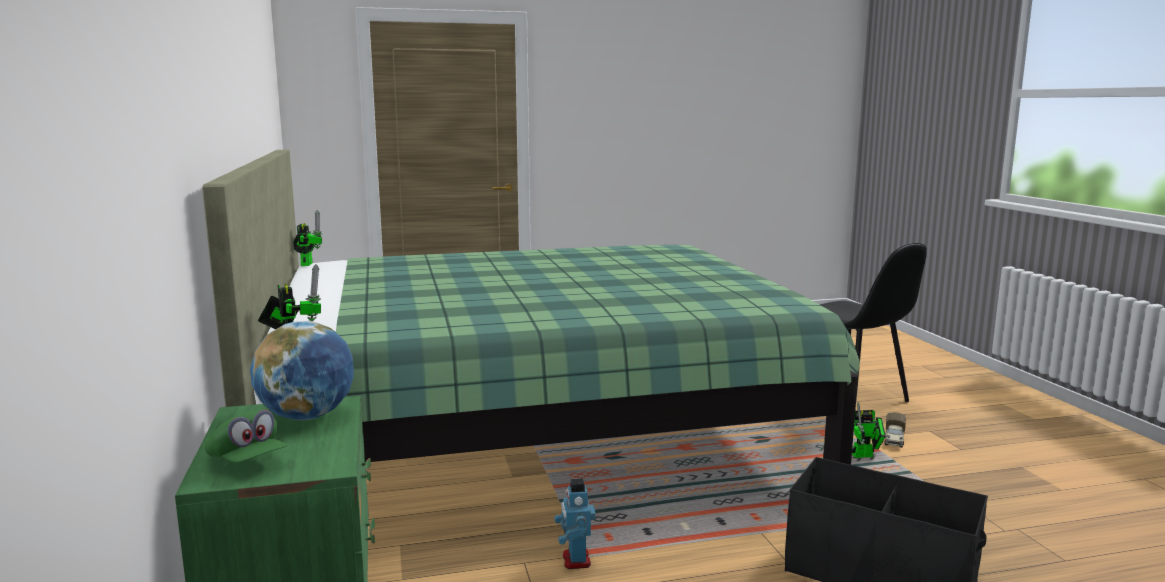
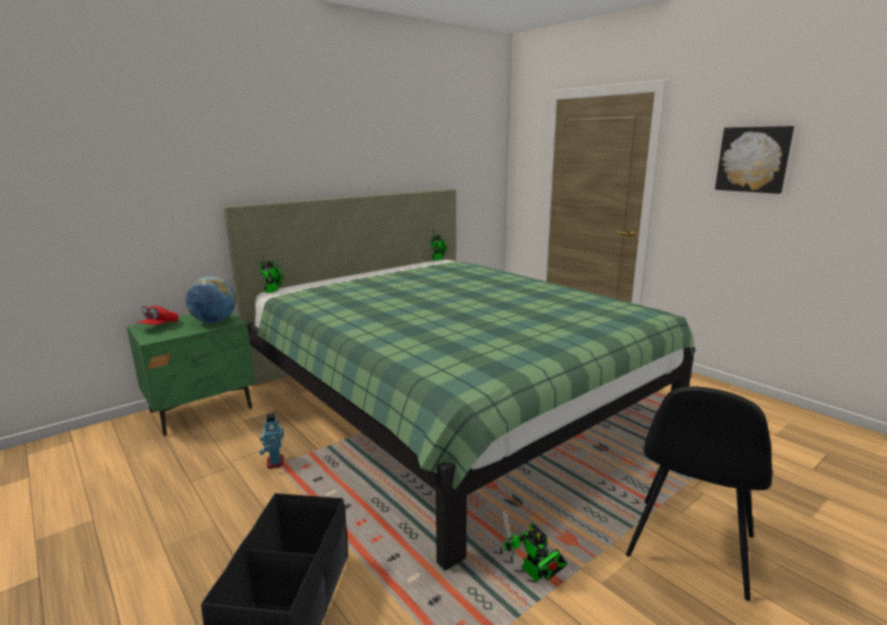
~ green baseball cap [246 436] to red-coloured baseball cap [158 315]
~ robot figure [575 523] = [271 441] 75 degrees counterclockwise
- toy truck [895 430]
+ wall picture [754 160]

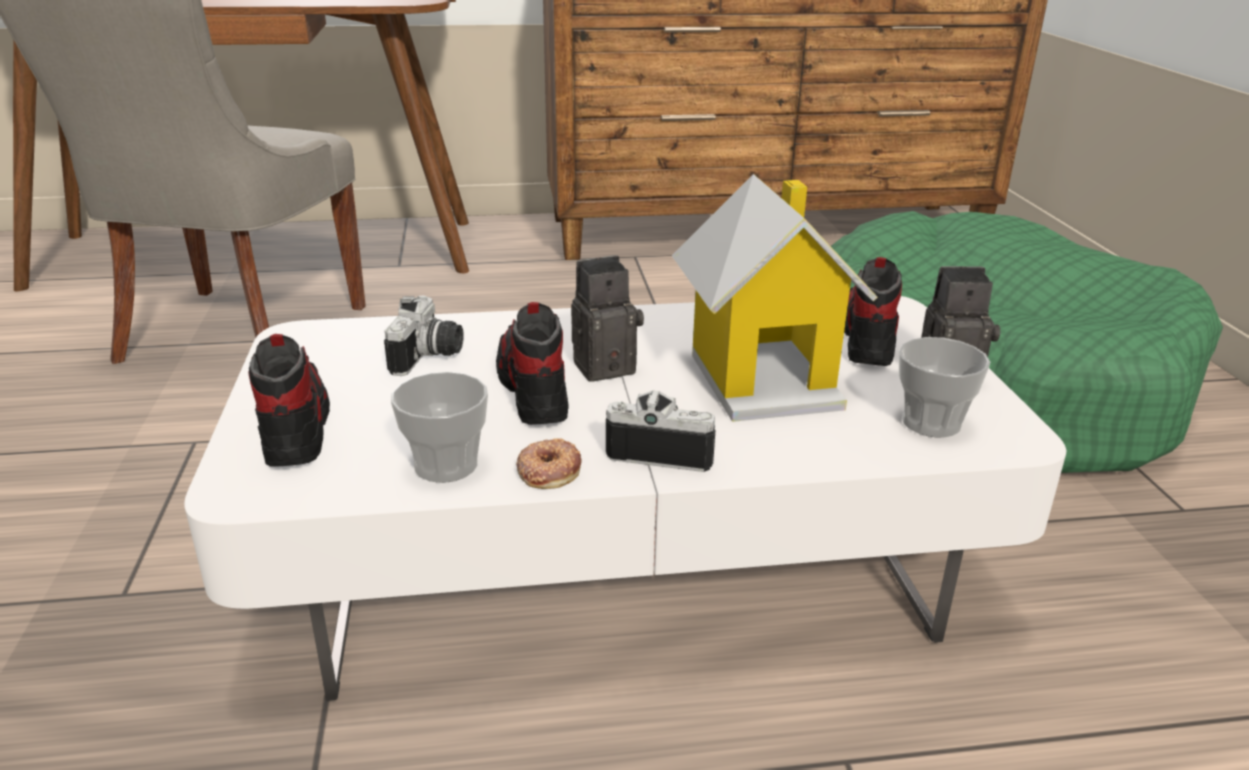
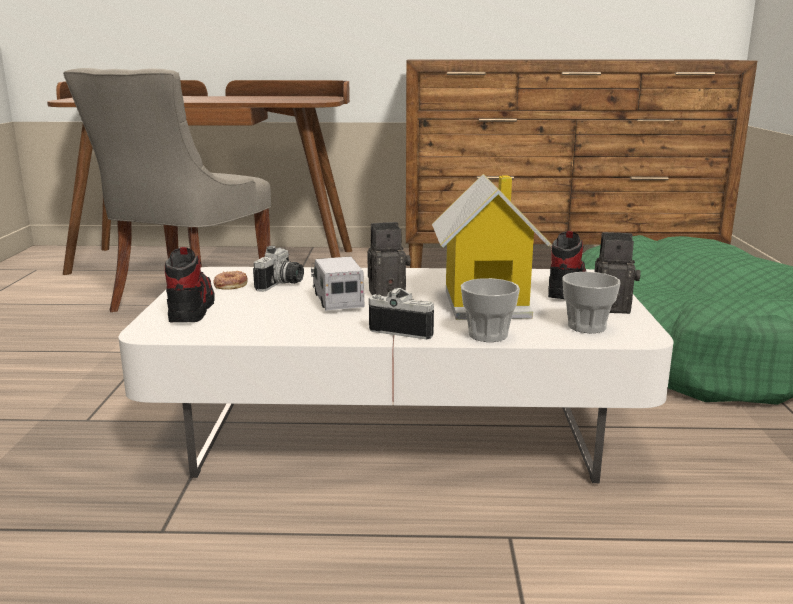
~ drinking cup [439 427] to [490 310]
~ shoe [532 363] to toy truck [338 283]
~ doughnut [549 463] to [230 280]

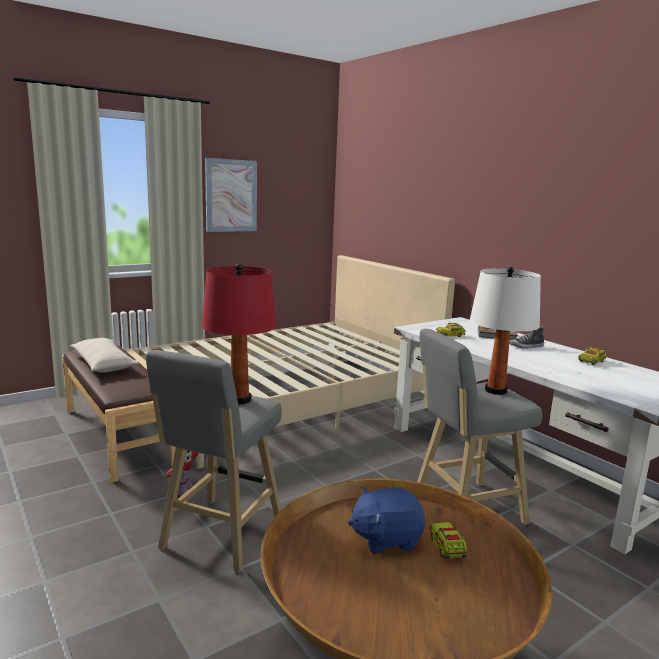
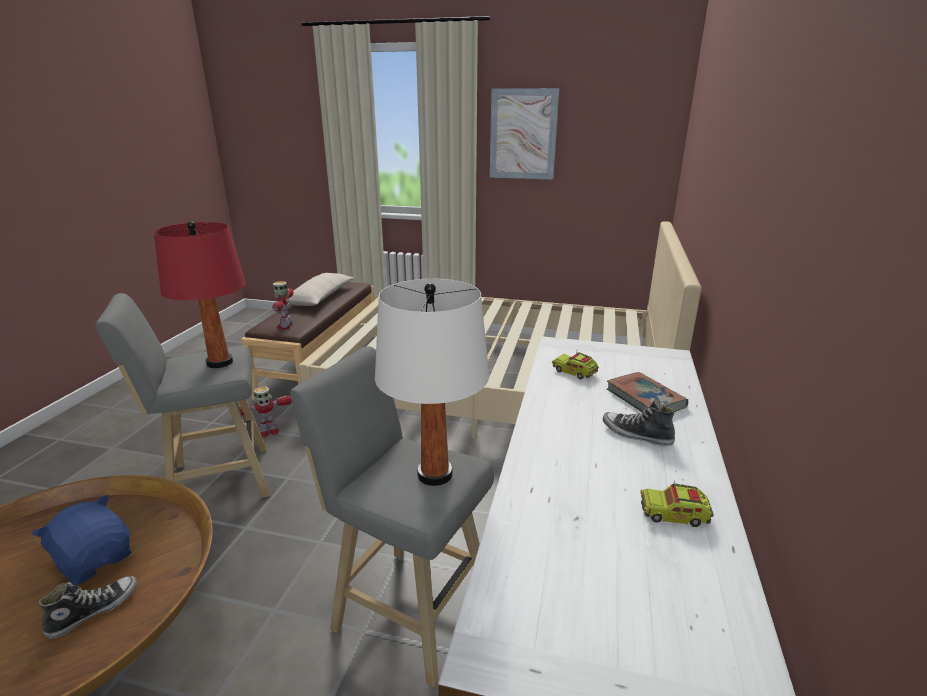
~ toy truck [448 540] to shoe [88 607]
+ robot figure [283 305]

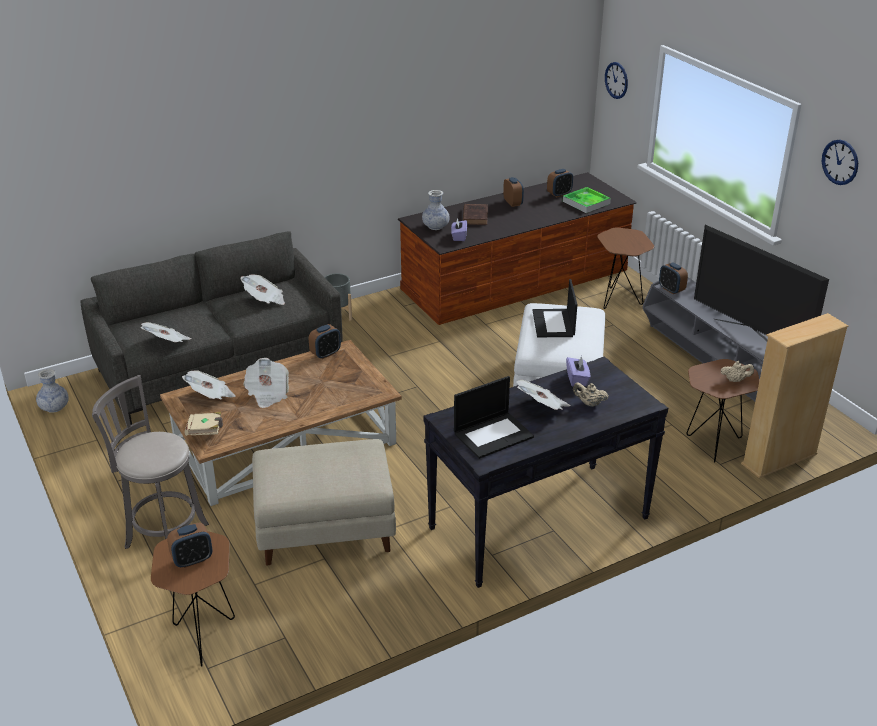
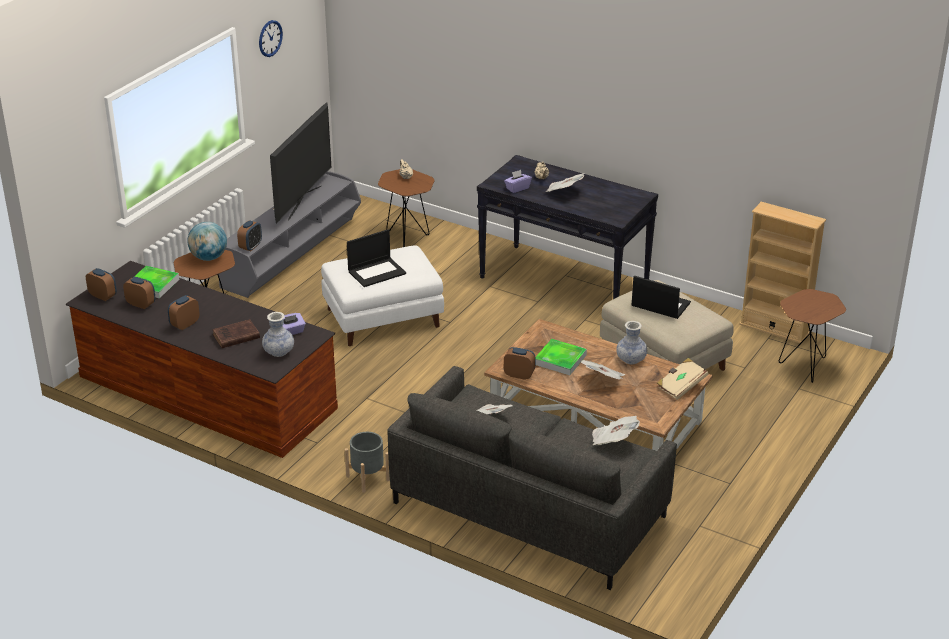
~ flower vase [52 391] to [631 342]
- greyish stool [150 462]
~ bedside clock [189 545] to [101 284]
- daily paper [209 384]
~ notebook computer [494 417] to [661 297]
- wall clock [616 80]
~ beige-coloured bookshelf [794 395] to [782 273]
+ desk globe [207 241]
+ carrying tray [561 357]

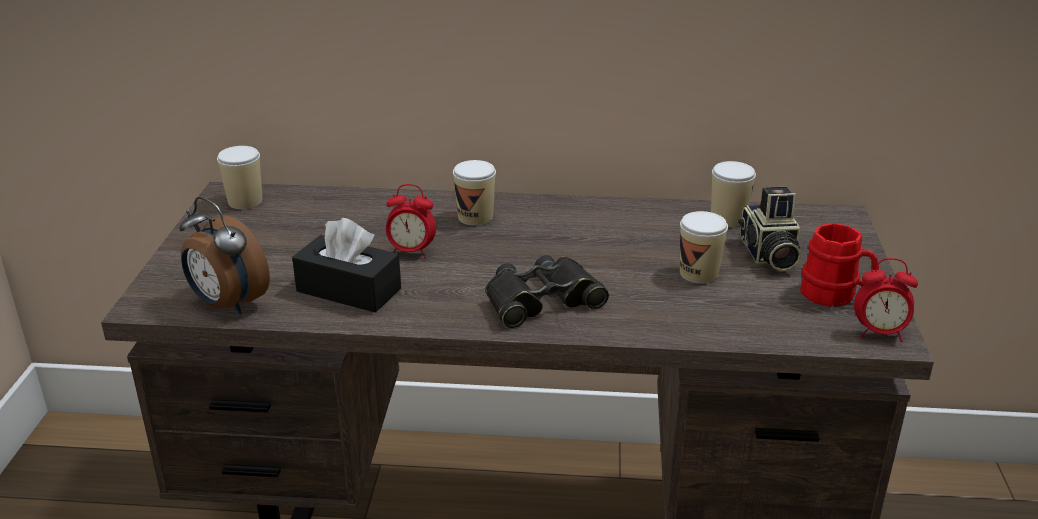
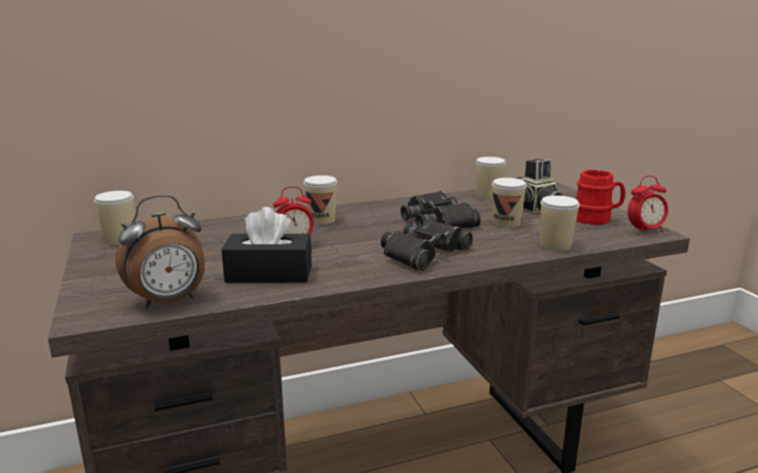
~ bedside clock [224 255] = [160 251] 45 degrees counterclockwise
+ black-coloured field glasses [440 209]
+ drinking cup [560 223]

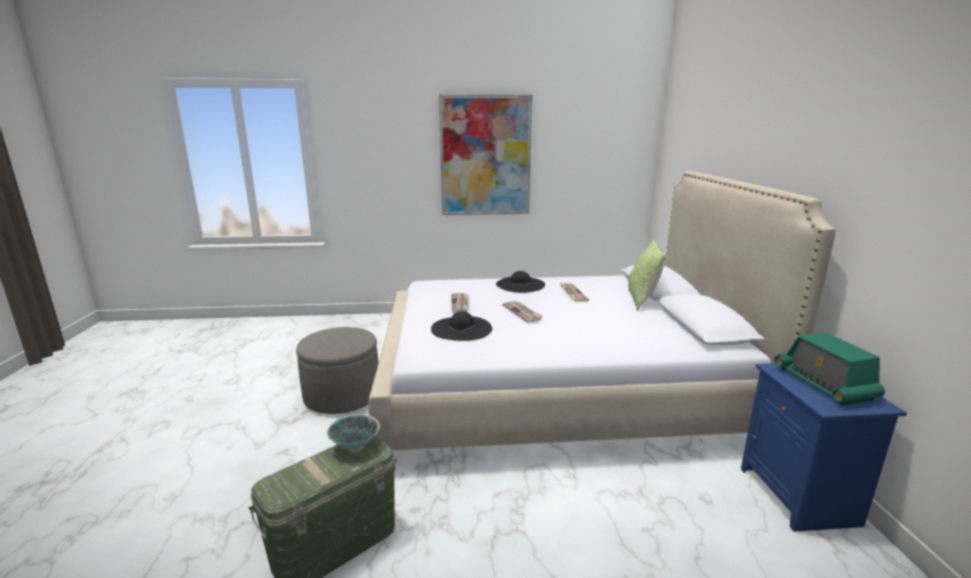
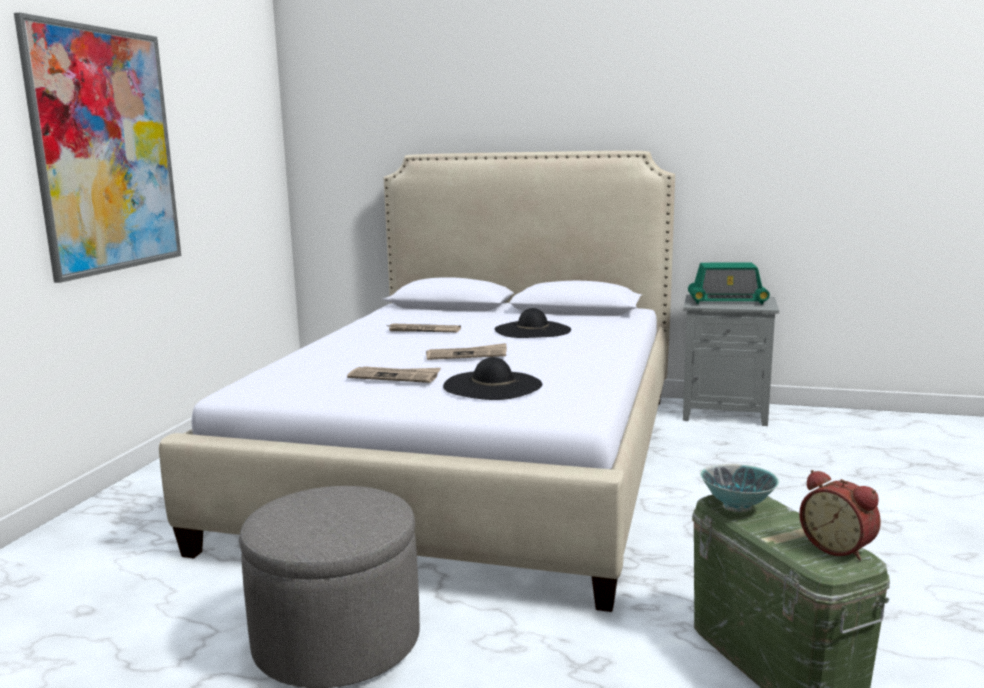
~ black-coloured wearable hat [520 282] to [532 323]
- throw pillow [647 275]
~ blue night table [824 447] to greyish night table [731 360]
+ bedside clock [840 515]

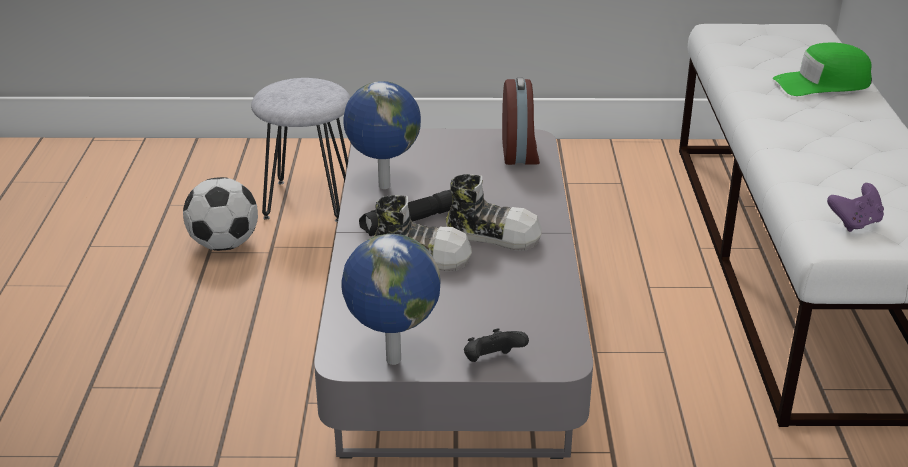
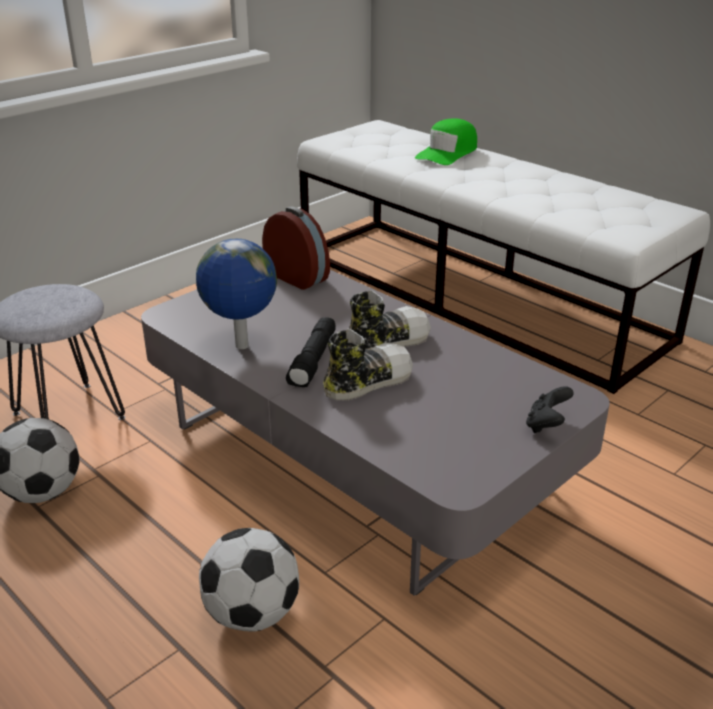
- desk globe [391 299]
- purplish joypad [855 207]
+ ball for football [249 580]

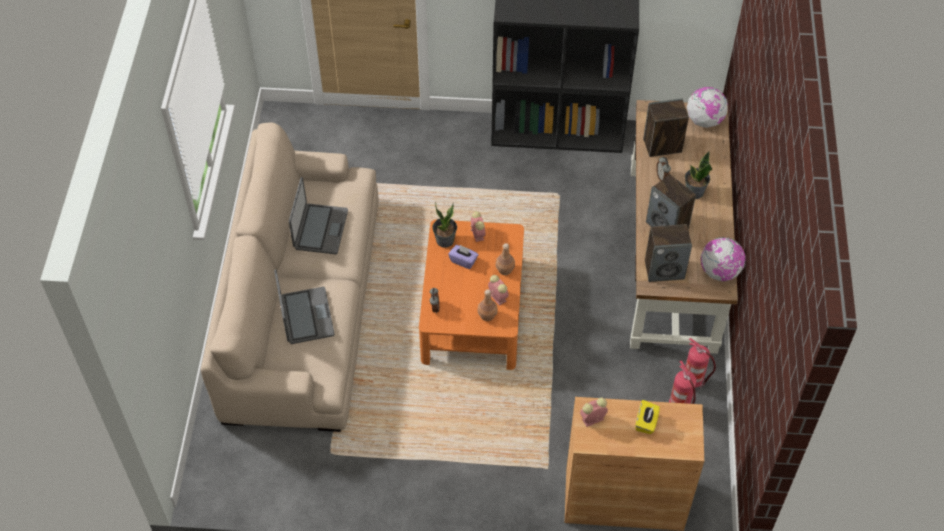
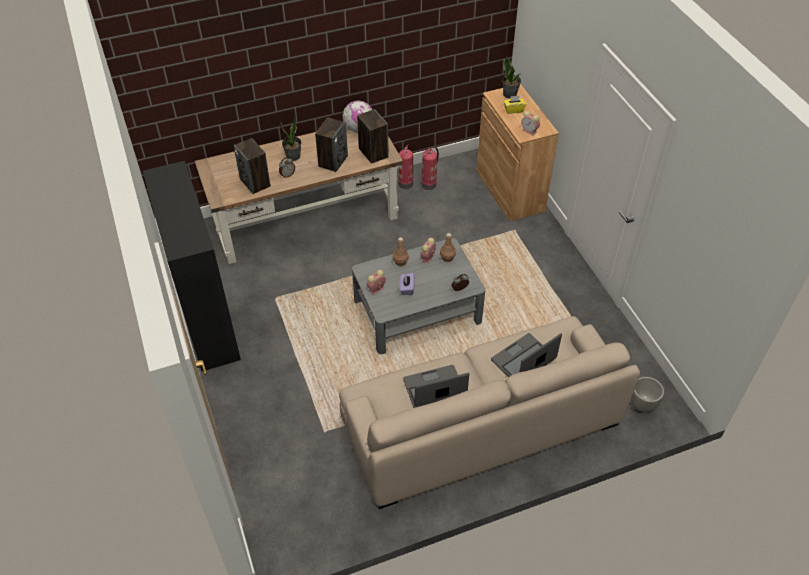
~ orangey coffee table [471 295] to greyish coffee table [419 296]
~ potted plant [444 225] to [511 77]
- desk globe [707 107]
+ flower pot [647 394]

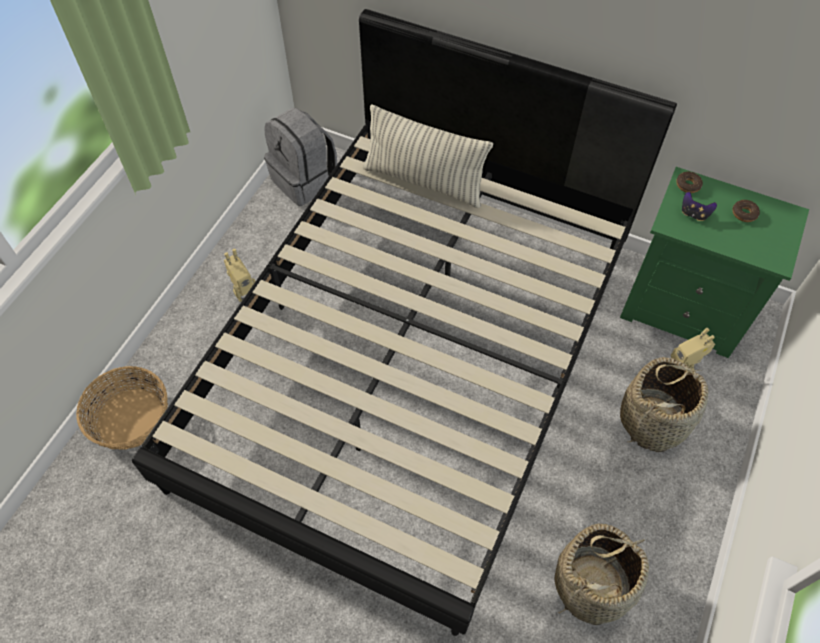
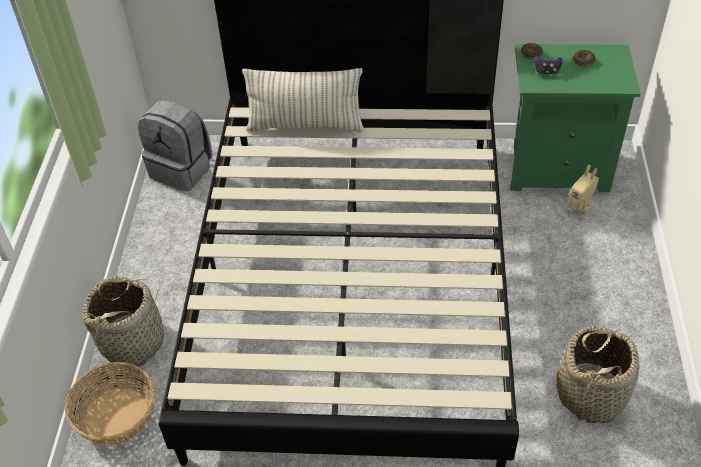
- robot figure [240 275]
~ household basket [664 404] to [123 321]

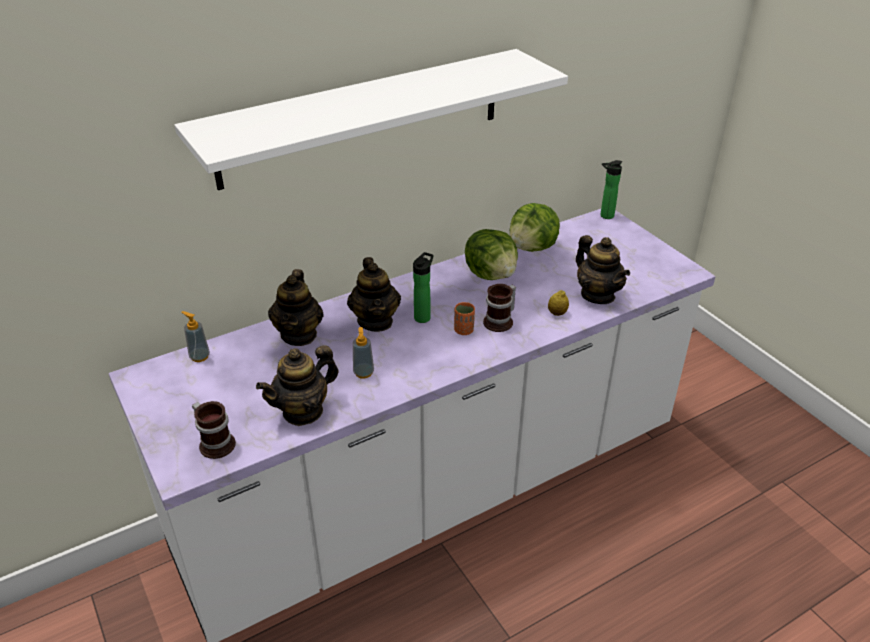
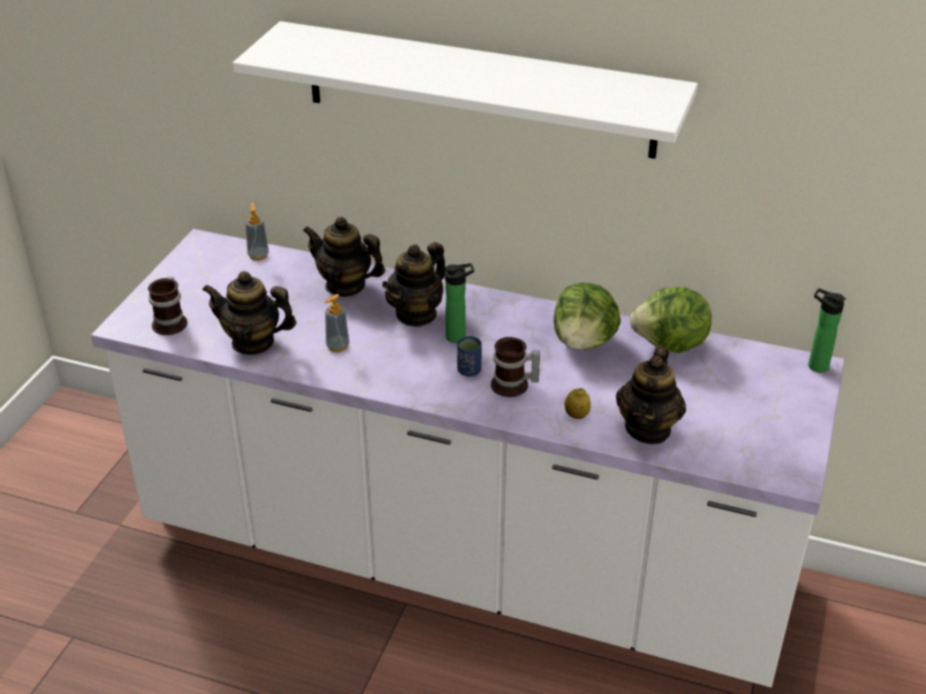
~ teapot [296 307] = [344 257] 60 degrees clockwise
~ orangey drinking cup [464 318] to blue drinking cup [469 356]

